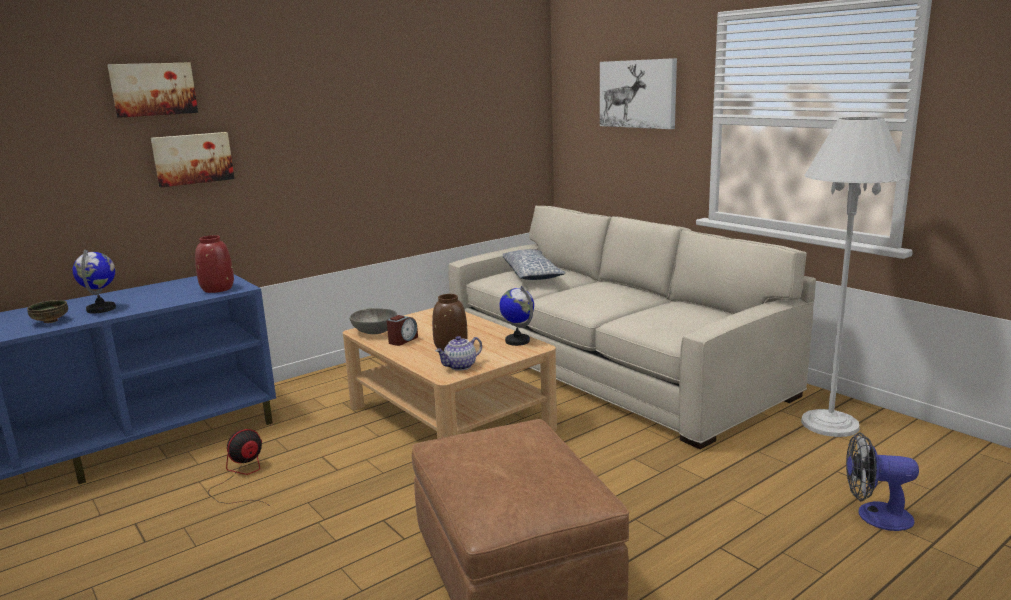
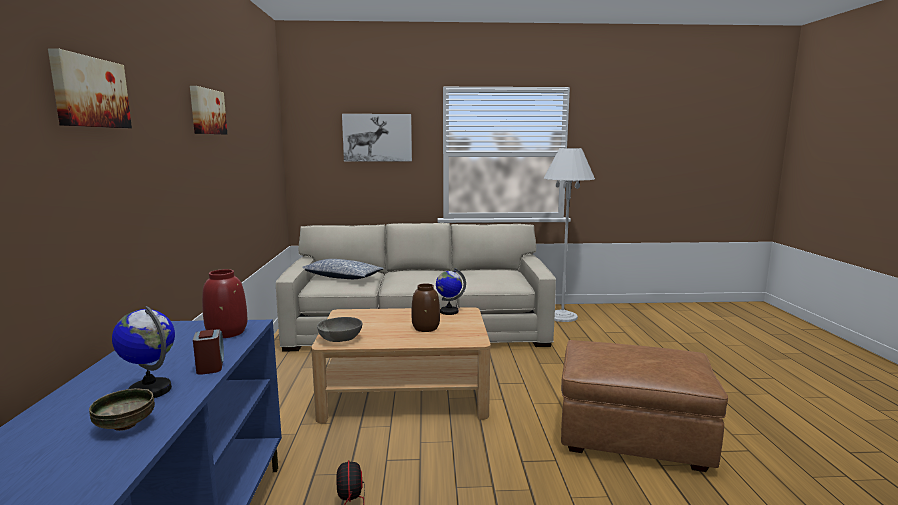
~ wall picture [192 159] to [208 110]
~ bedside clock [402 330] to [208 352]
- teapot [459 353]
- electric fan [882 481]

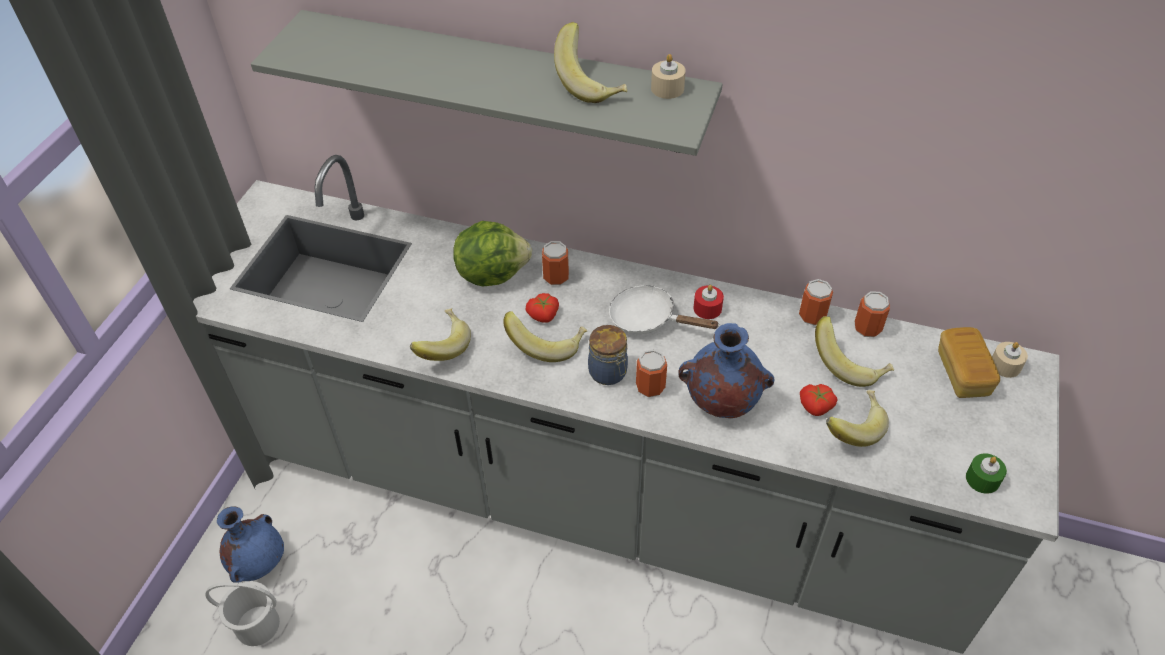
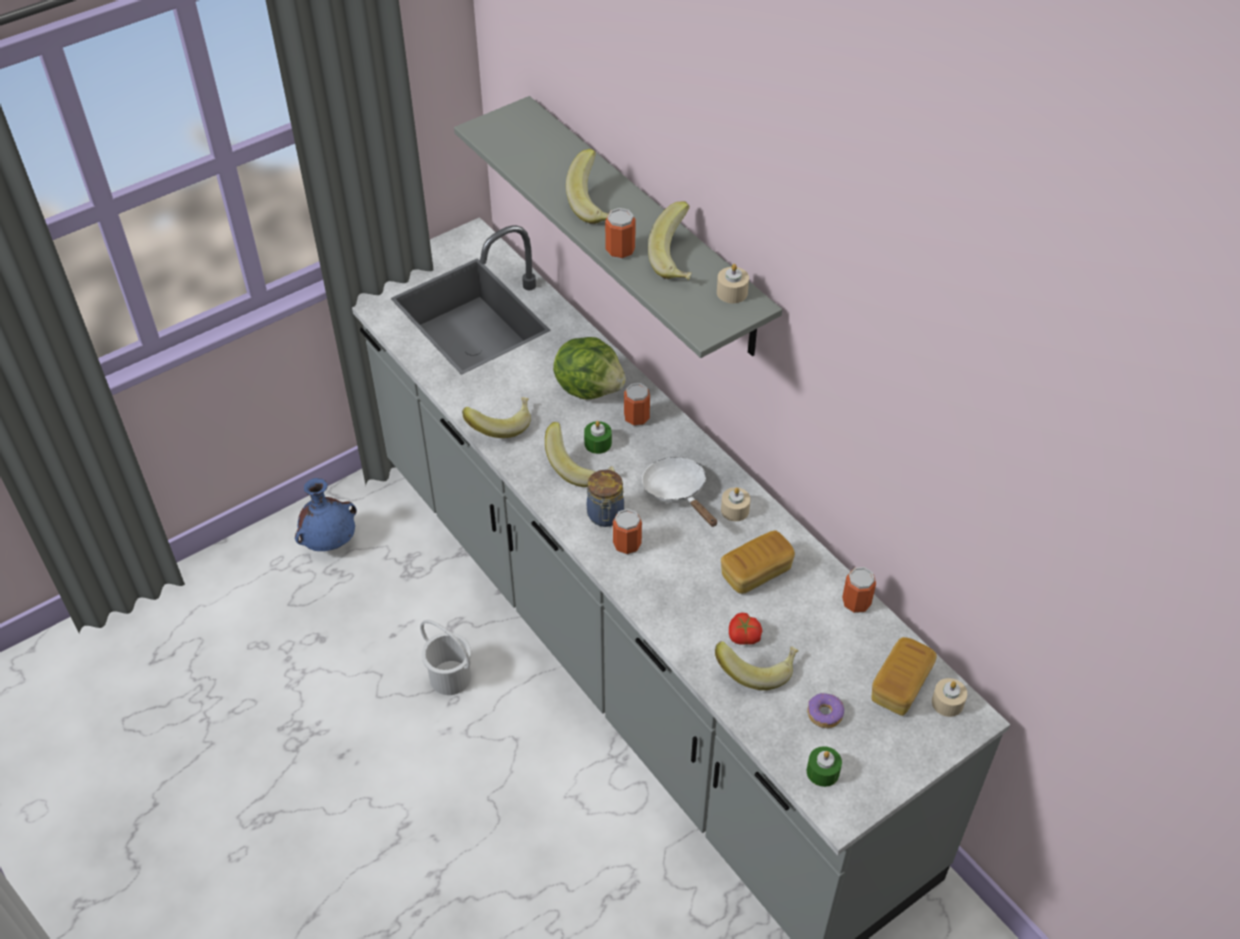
~ whitish water bucket [243 613] to [445 657]
~ tomato [542 308] to green wax light [598 437]
- blue flower vase [726 370]
~ red-coloured wax light [708 302] to beige-coloured wax light [736 504]
~ sealed can [816 302] to [620 233]
~ banana [854 351] to [587 186]
+ baked bread [758 562]
+ doughnut [825 710]

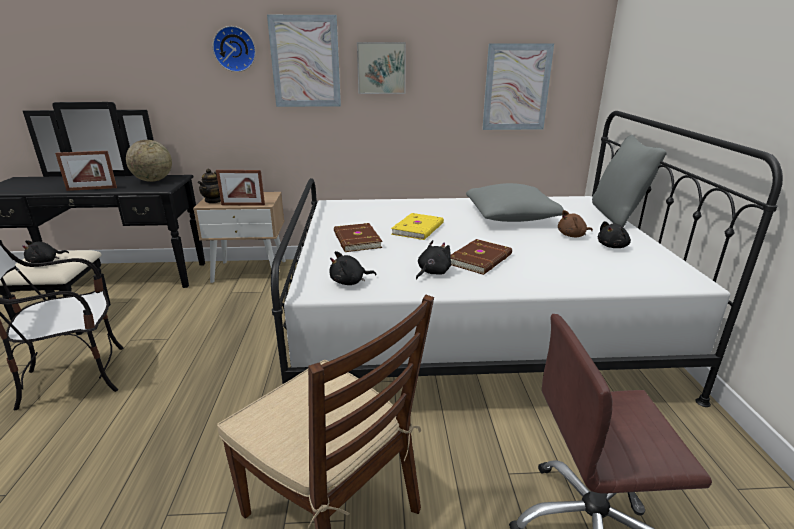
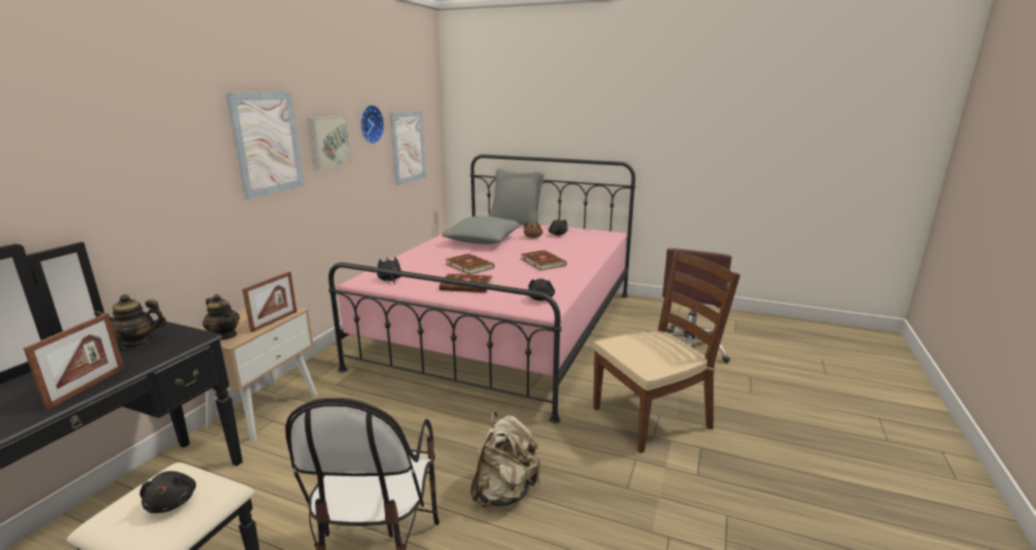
~ desk globe [149 161] to teapot [130 321]
~ wall clock [234 49] to [372 124]
~ whitish sleeping bed [527 259] to pinkish sleeping bed [482 289]
~ yellow-coloured volume [417 226] to brownish volume [470 264]
~ black-coloured soft toy [433 259] to [389 271]
+ beige-coloured knapsack [505 460]

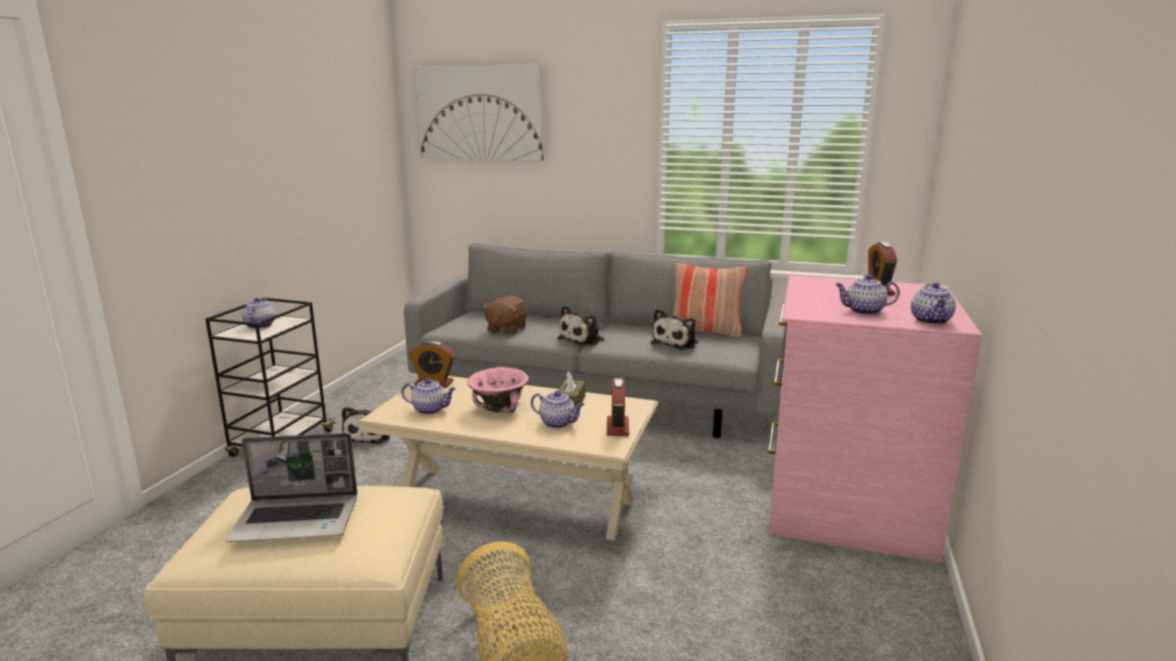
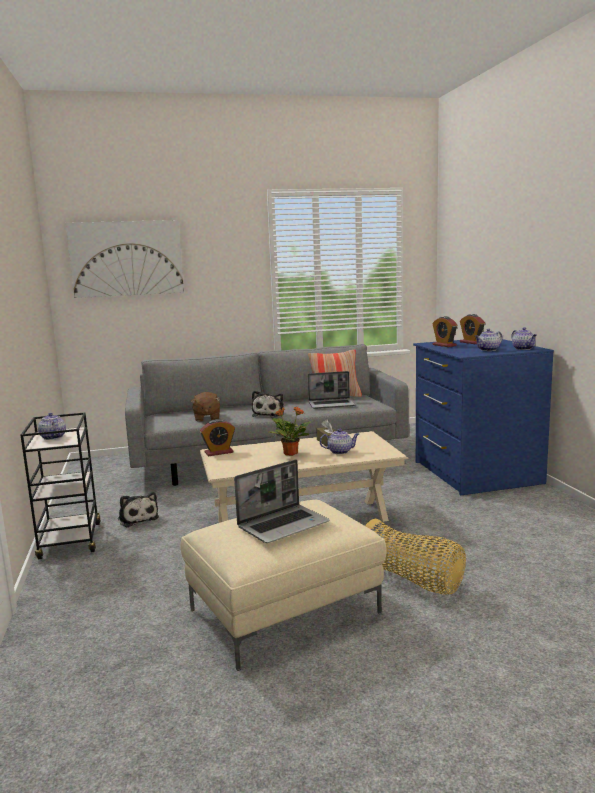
- teapot [428 396]
~ pinkish deep dish [498 390] to potted plant [289 431]
~ bedside clock [618 407] to [444 331]
~ soft toy [674 329] to notebook computer [331 390]
~ pinkish drawer chest [875 419] to blue drawer chest [483 417]

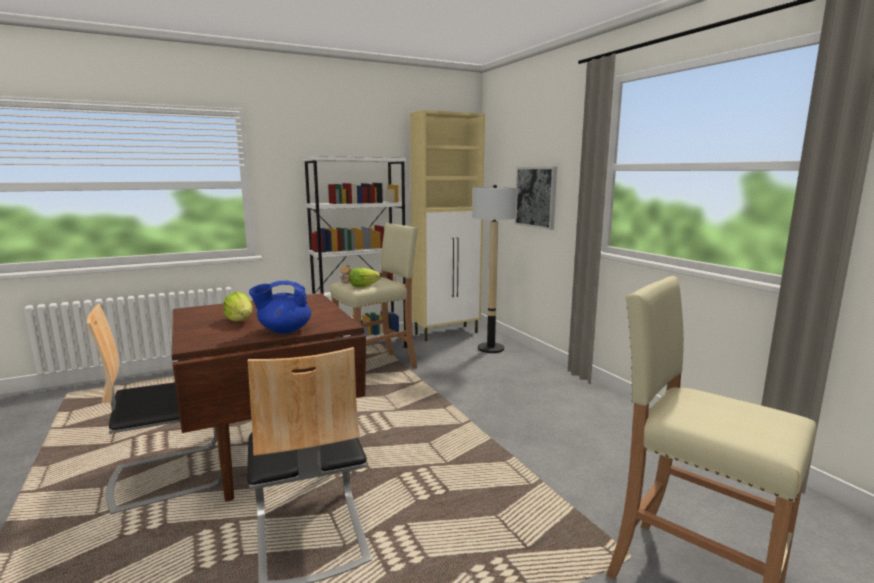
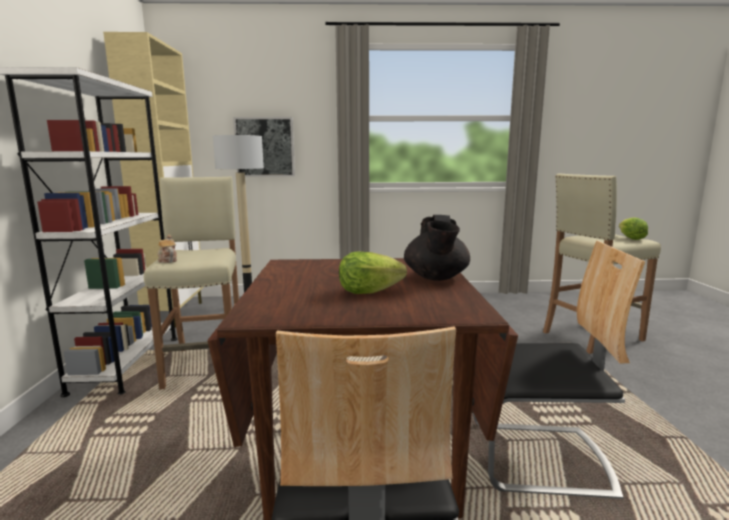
~ blue teapot [280 307] to black-coloured teapot [437 248]
~ lettuce [365 277] to [633 228]

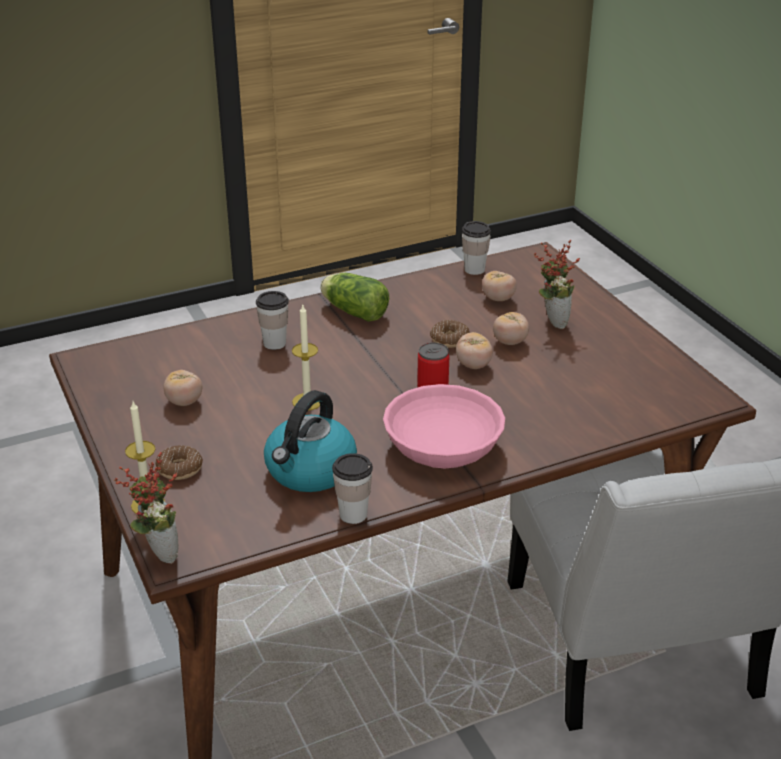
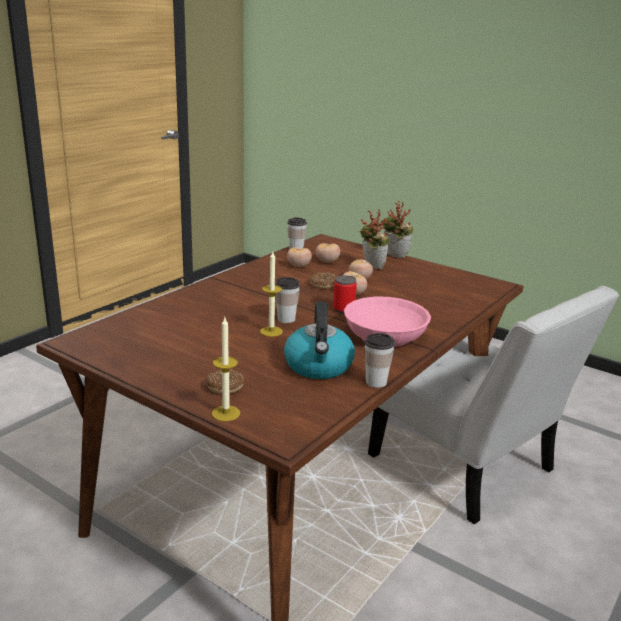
~ potted plant [146 508] to [397 229]
~ tomato [182 388] to [299 257]
~ drinking cup [272 320] to [287 300]
- lettuce [354 297]

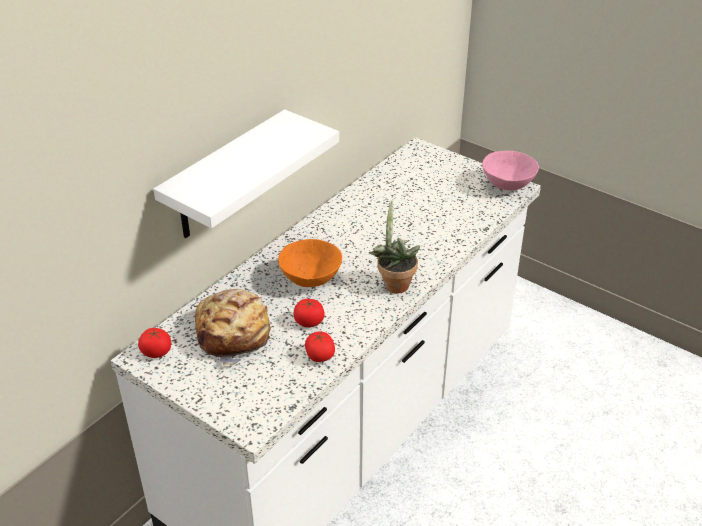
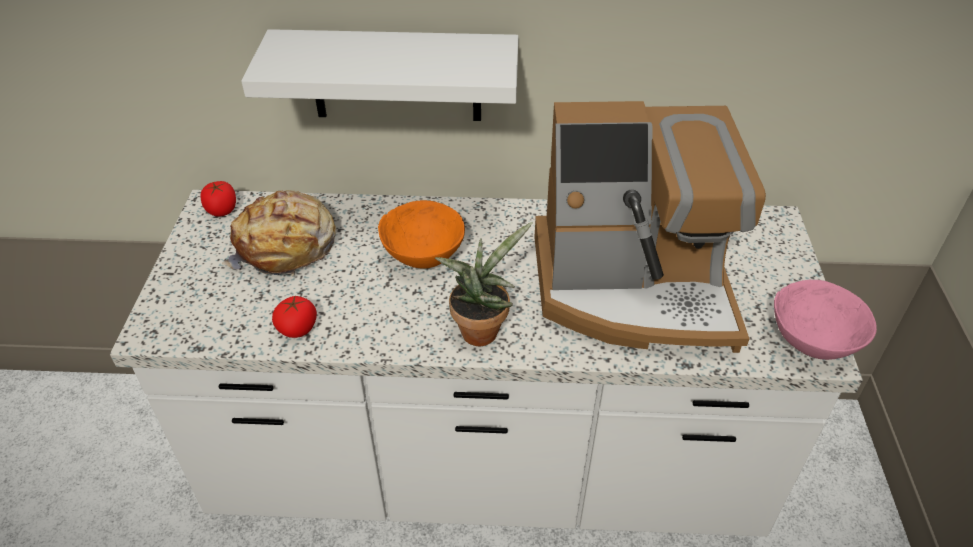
- tomato [309 313]
+ coffee machine [650 227]

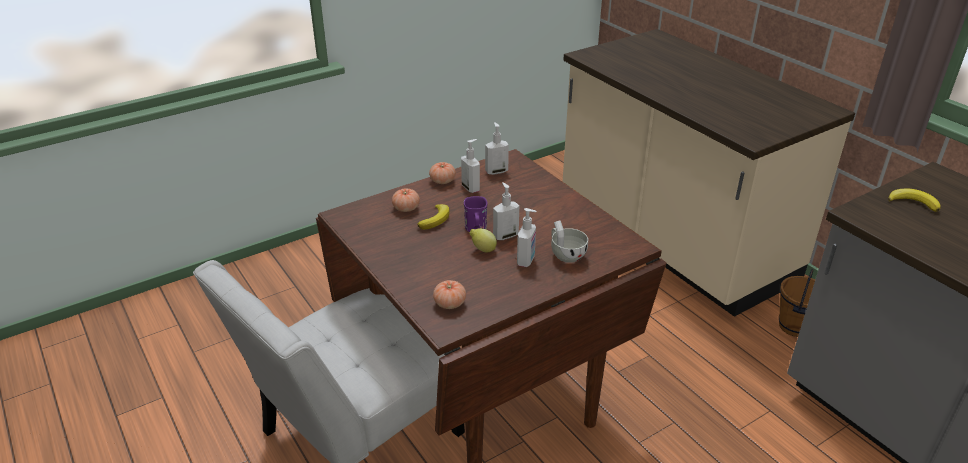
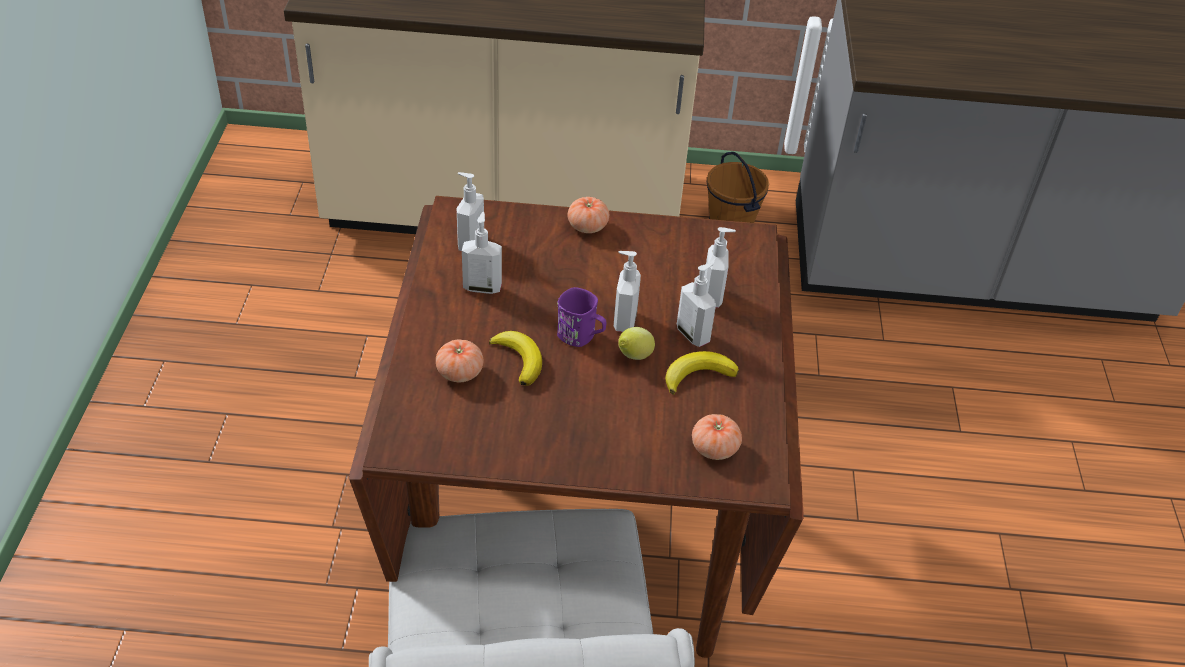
~ tomato [442 173] to [588 215]
~ whitish drinking cup [569 241] to soap bottle [720 267]
~ banana [914 200] to [702 373]

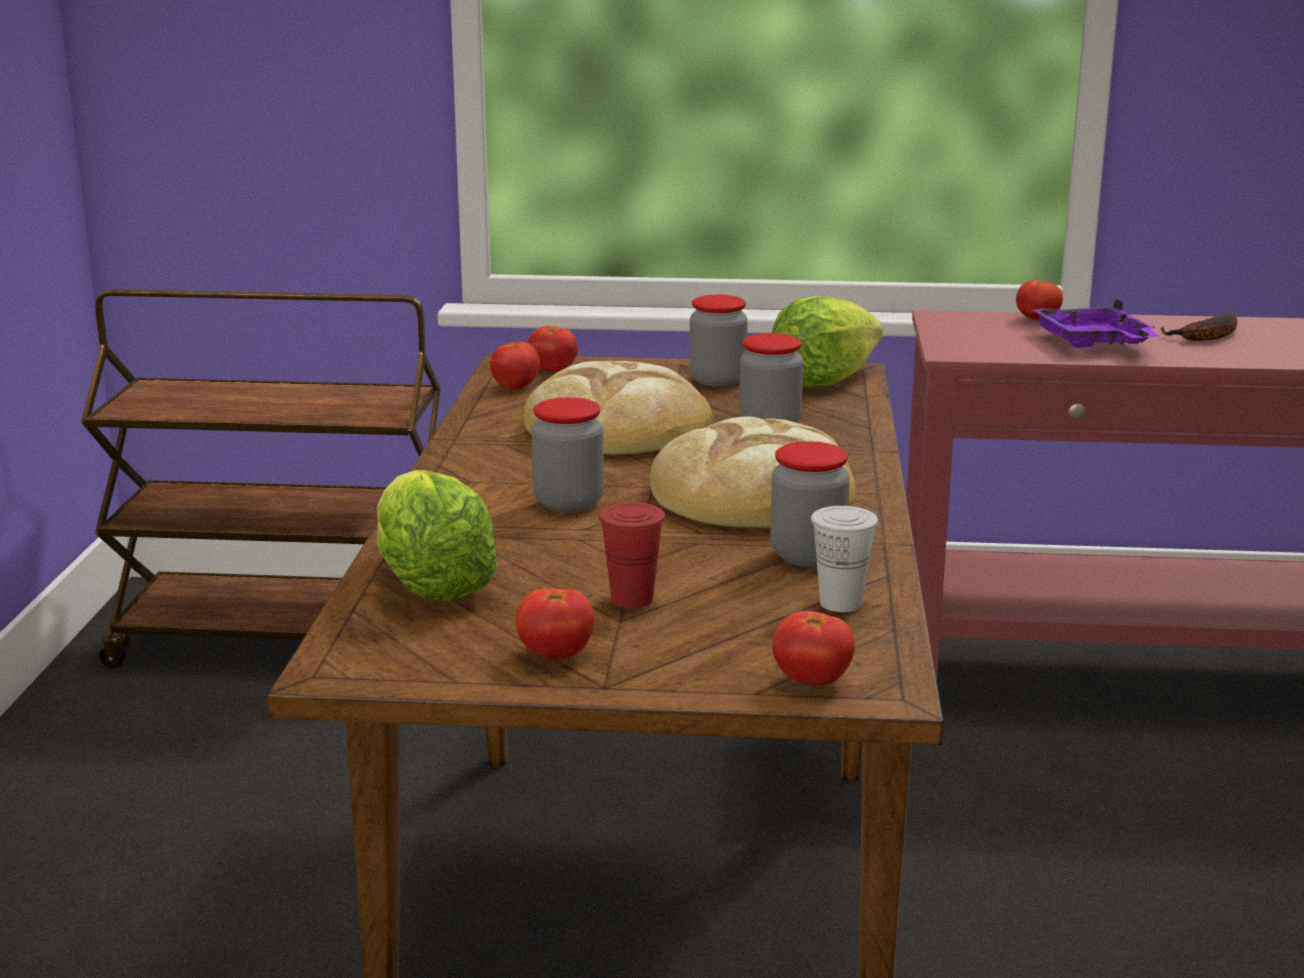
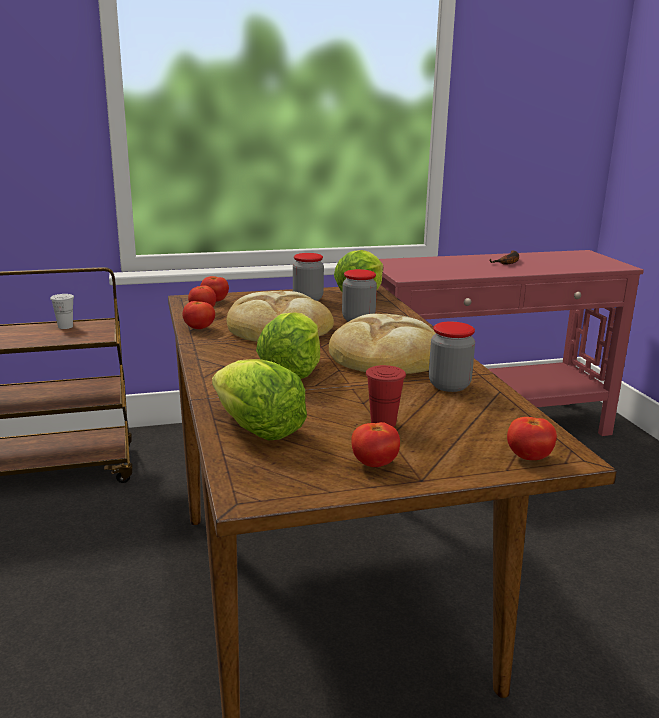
~ storage jar [568 454] to lettuce [288 345]
~ whitish drinking cup [844 559] to [62 311]
~ tomato [1039 300] to [198 315]
- purplish carrying tray [1095 323]

